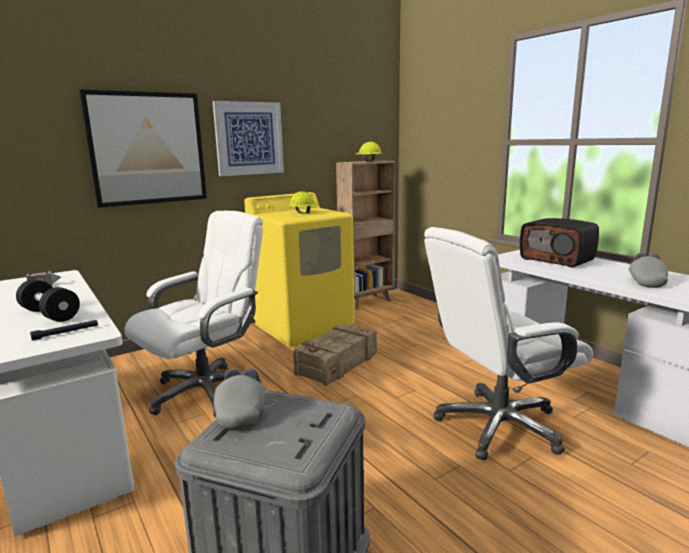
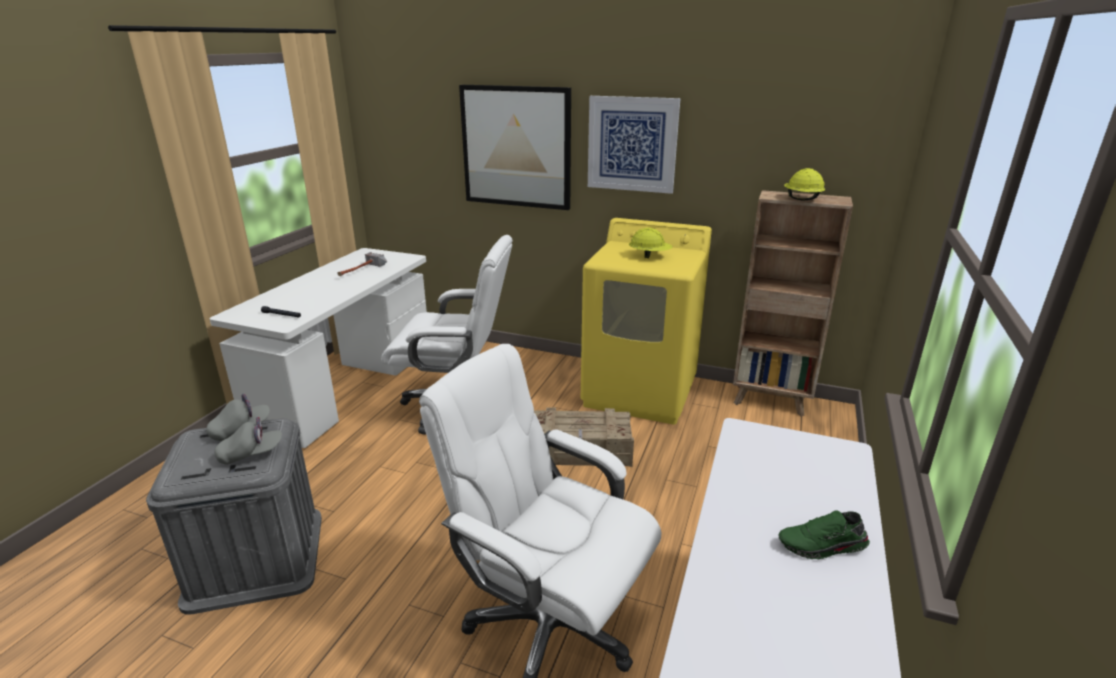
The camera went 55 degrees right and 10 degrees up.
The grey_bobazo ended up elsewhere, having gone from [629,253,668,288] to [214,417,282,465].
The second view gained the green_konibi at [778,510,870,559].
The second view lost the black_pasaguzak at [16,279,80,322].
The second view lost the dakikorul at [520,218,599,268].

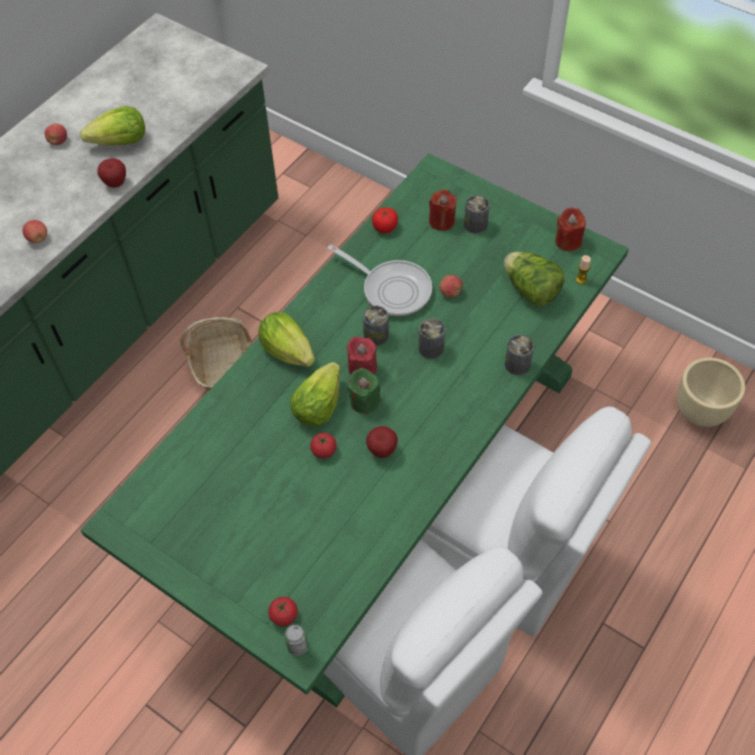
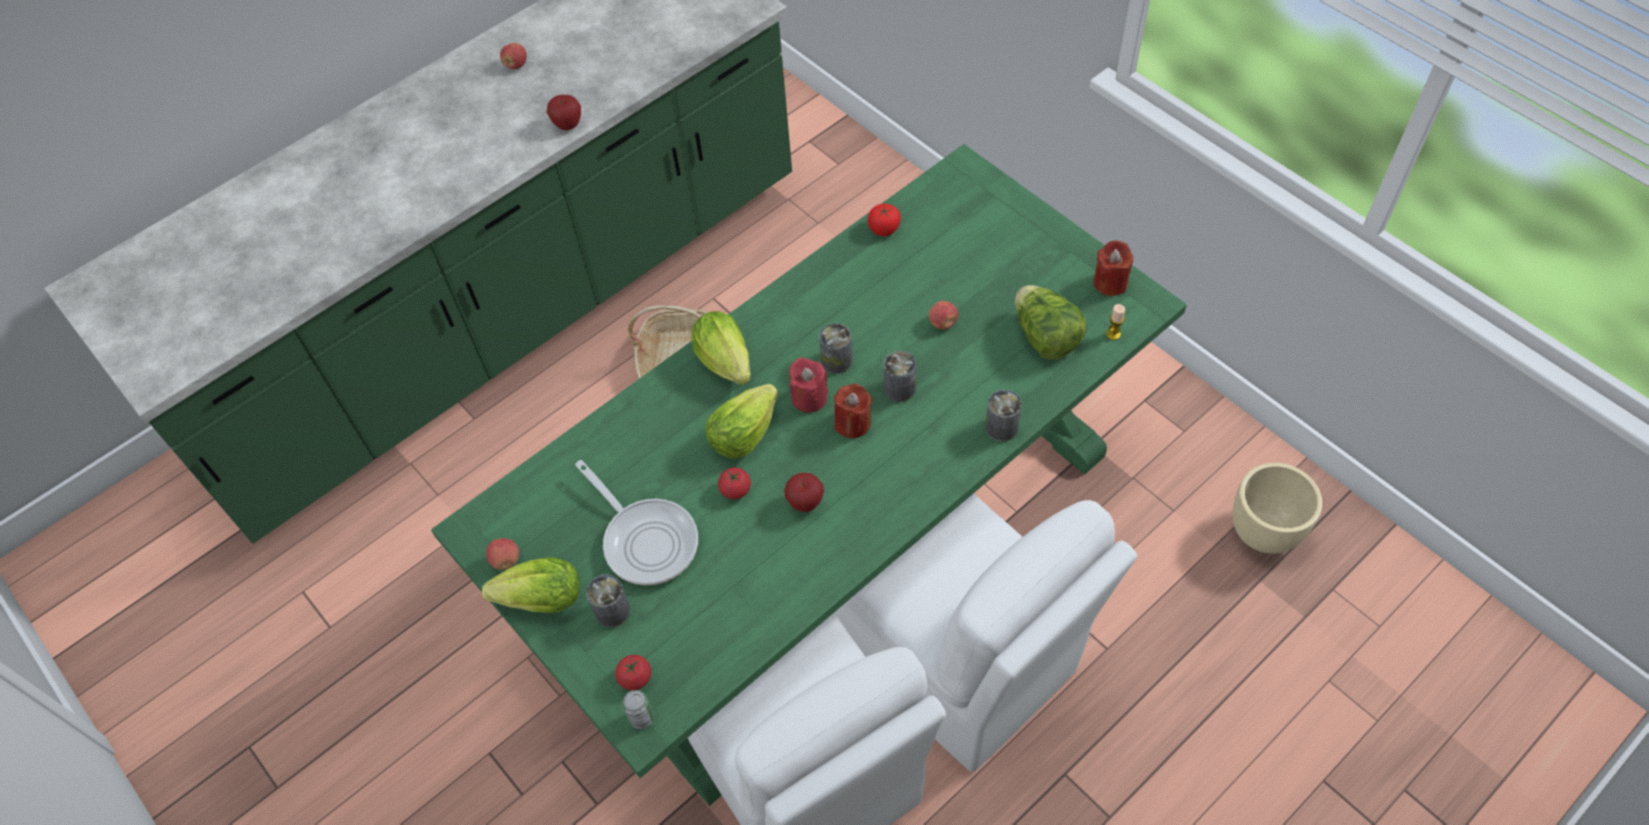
The camera went 15 degrees right and 0 degrees up.
The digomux ended up elsewhere, having gone from [81,106,145,145] to [482,557,579,613].
The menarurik ended up elsewhere, having gone from [23,220,47,243] to [486,538,519,570].
The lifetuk ended up elsewhere, having gone from [328,245,432,316] to [575,460,698,585].
The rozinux ended up elsewhere, having gone from [464,195,490,234] to [586,574,630,627].
The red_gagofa ended up elsewhere, having gone from [429,189,457,231] to [834,384,872,438].
The second view lost the green_gagofa at [347,368,381,414].

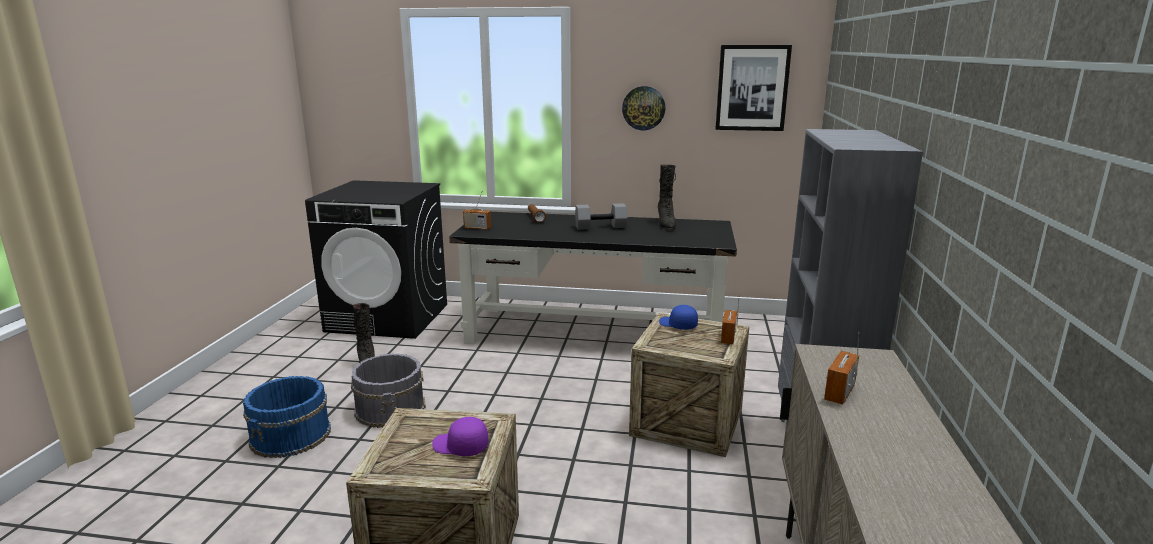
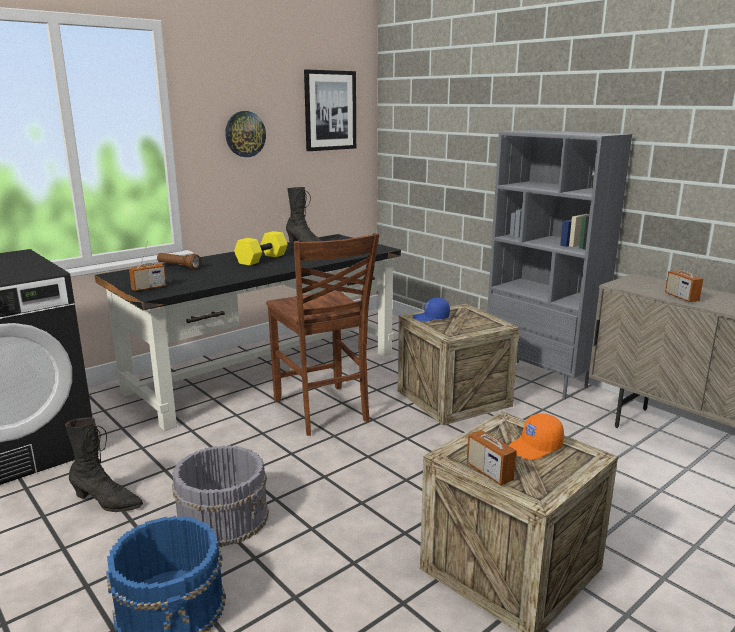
The camera went 50 degrees left and 0 degrees up.
What was the grey_pasaguzak at [575,203,628,230] turned into the yellow_pasaguzak at [234,231,288,265].
The second view gained the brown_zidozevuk at [266,233,379,436].
The dakikorul ended up elsewhere, having gone from [720,295,740,344] to [467,408,516,485].
What was the purple_bobazo at [432,417,488,456] turned into the orange_bobazo at [508,413,564,460].

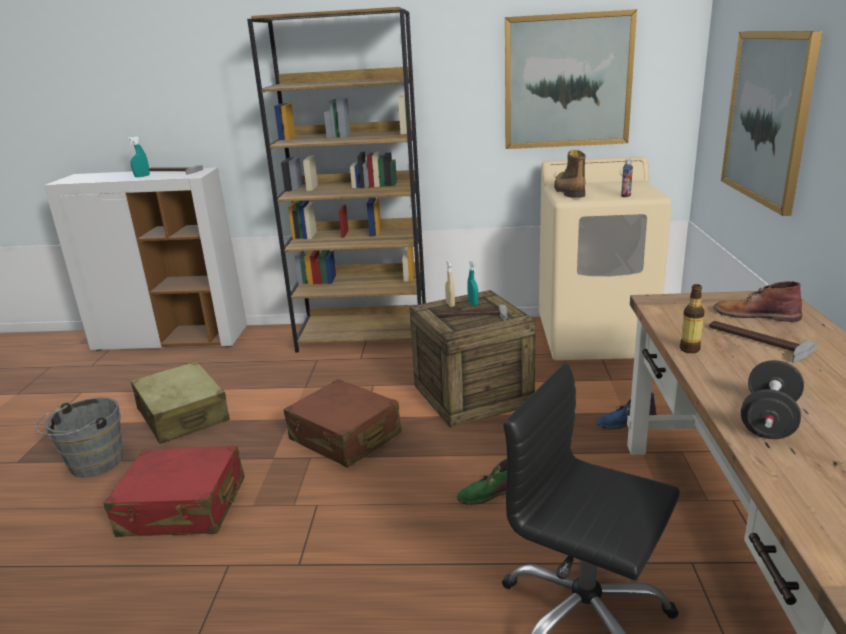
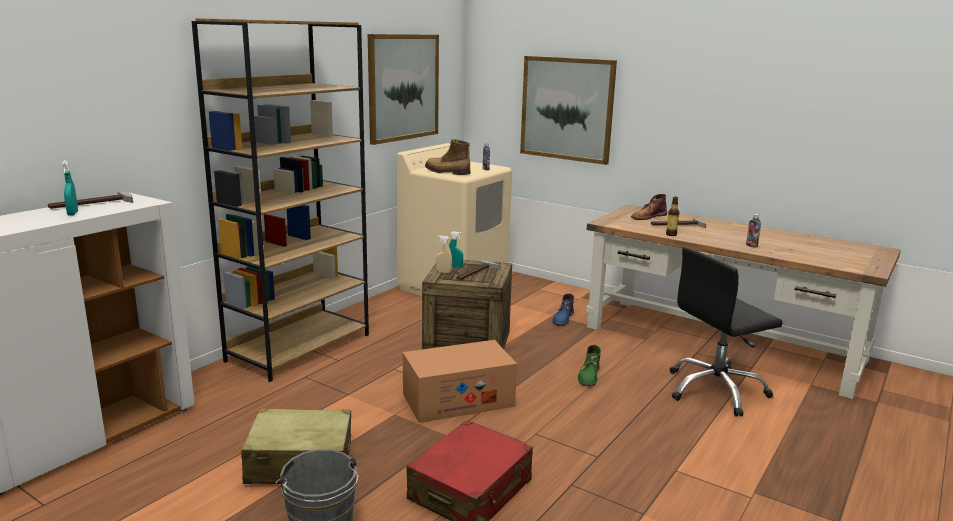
The camera went 60 degrees left and 5 degrees down.
Where the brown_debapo stood at [284,379,402,468], the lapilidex came to stand at [403,340,517,423].
Where the black_pasaguzak stood at [741,360,804,439], the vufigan came to stand at [746,214,761,248].

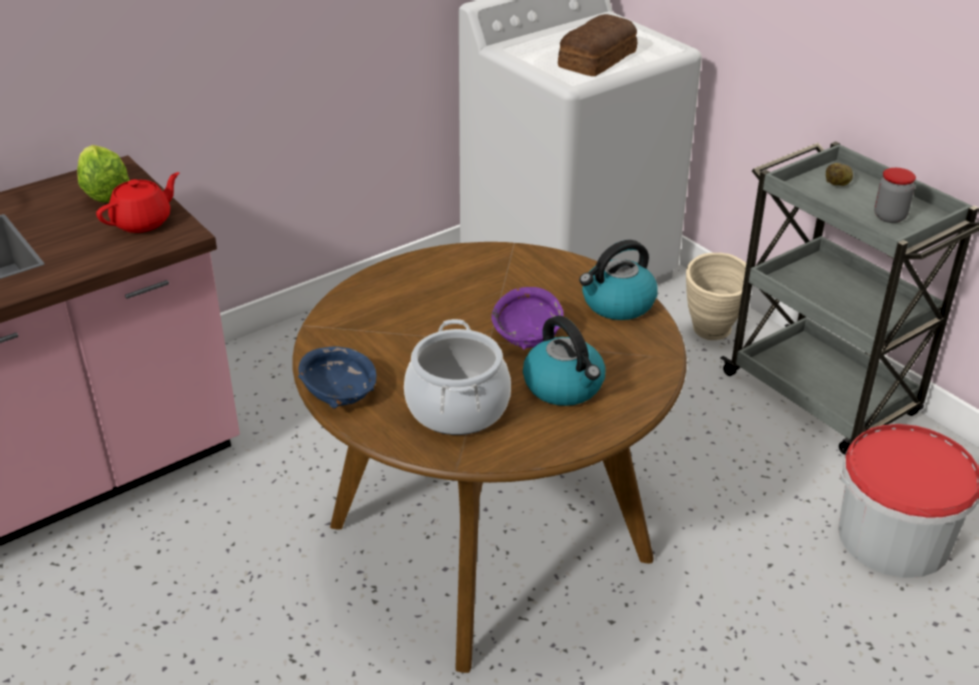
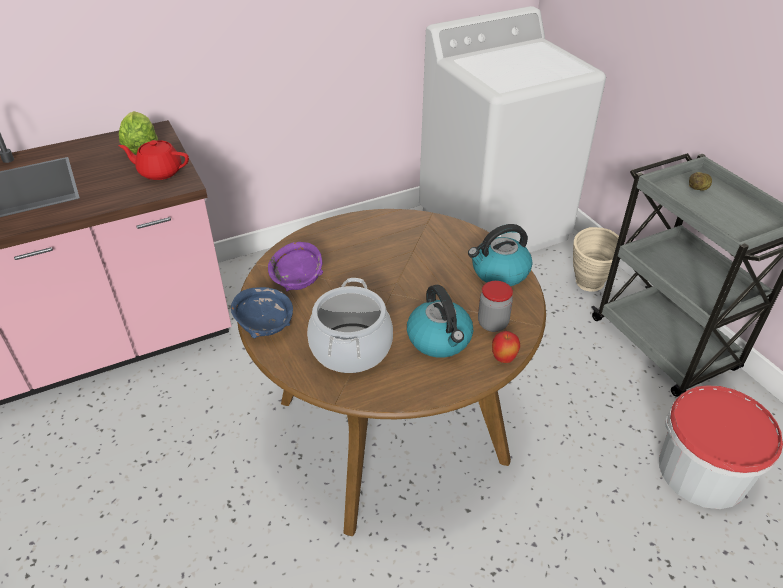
The camera went 10 degrees right and 5 degrees up.
The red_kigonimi at [96,172,179,233] ended up facing another way, 135 degrees counterclockwise from before.
The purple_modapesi ended up elsewhere, having gone from [491,287,564,350] to [268,242,323,291].
The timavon ended up elsewhere, having gone from [874,168,916,223] to [478,281,513,332].
The second view gained the menarurik at [492,331,520,363].
The second view lost the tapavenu at [558,14,637,76].

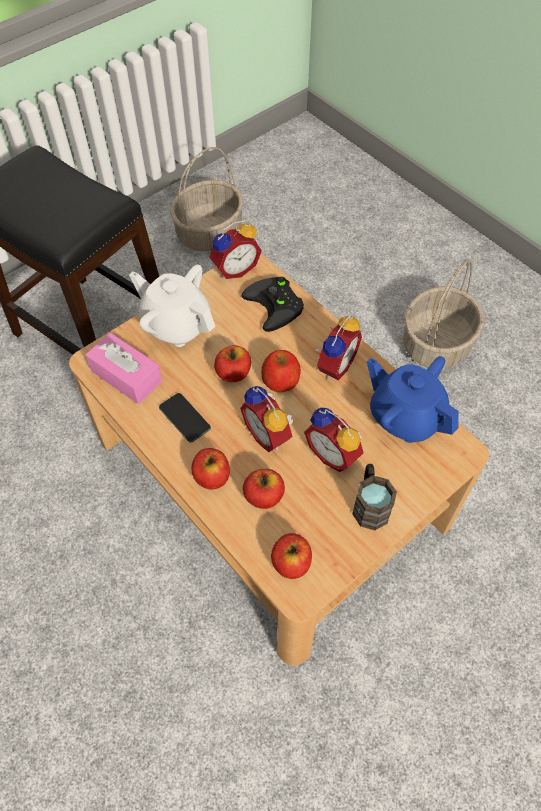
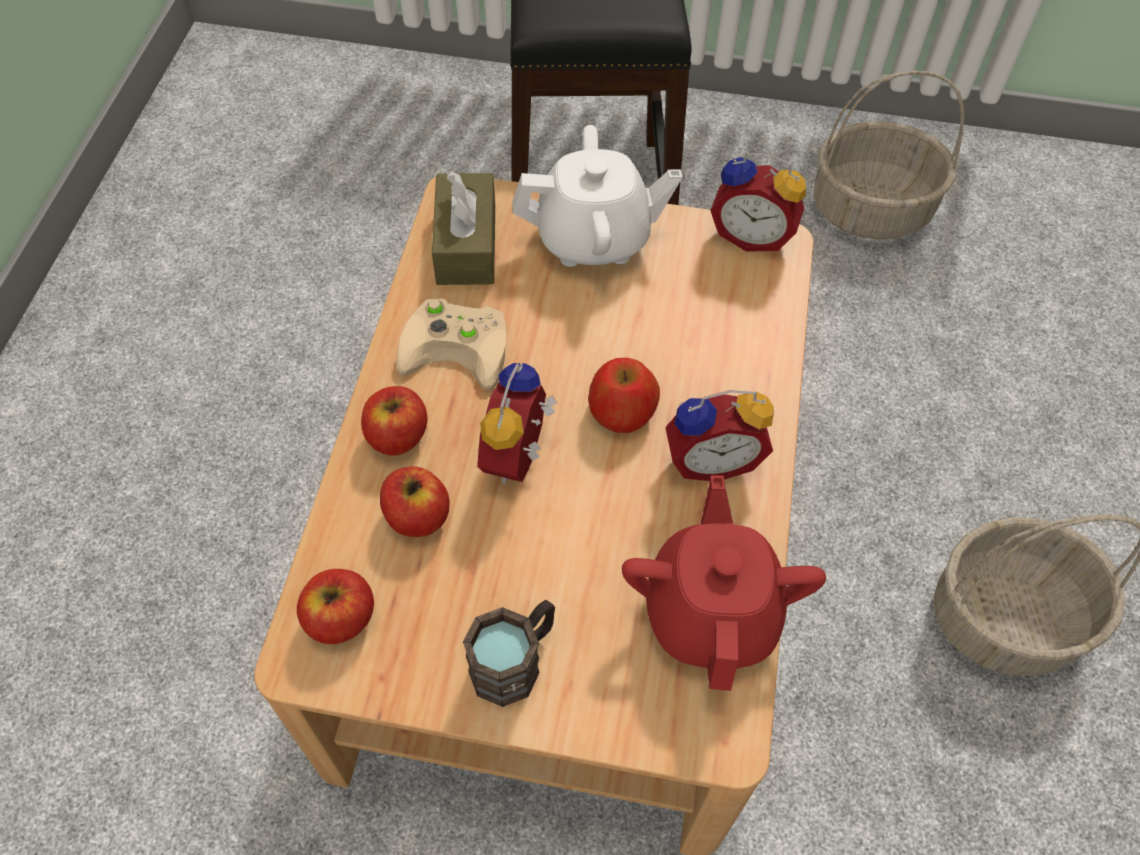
The camera went 50 degrees right and 0 degrees up.
Where the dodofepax stood at [159,393,211,443], the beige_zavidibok came to stand at [396,299,507,390].
What was the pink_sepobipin at [85,333,162,404] turned into the brown_sepobipin at [432,171,495,285].
The white_kigonimi at [129,264,215,347] ended up facing another way, 90 degrees clockwise from before.
What was the blue_kigonimi at [367,356,459,443] turned into the red_kigonimi at [622,475,826,691].
The second view lost the menarurik at [214,345,251,382].
The second view lost the black_zavidibok at [242,277,304,332].
The second view lost the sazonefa at [304,408,364,472].

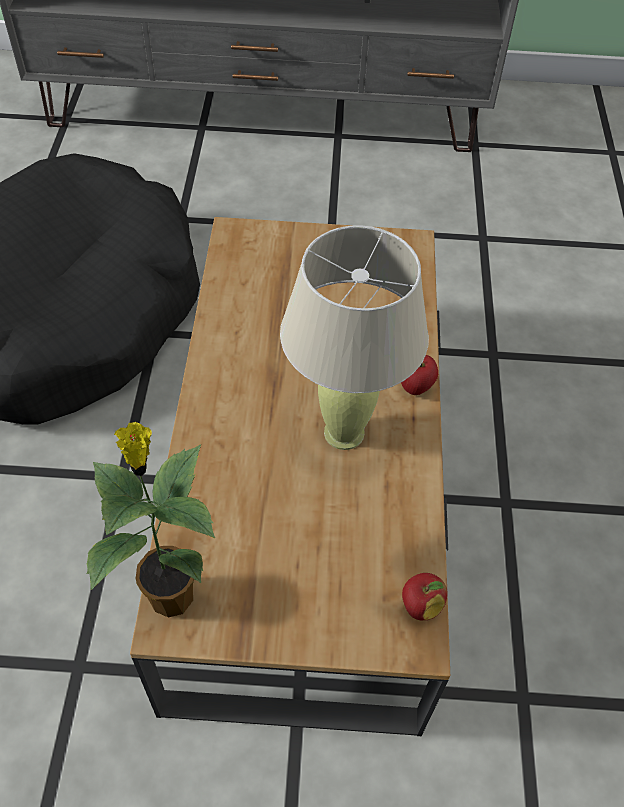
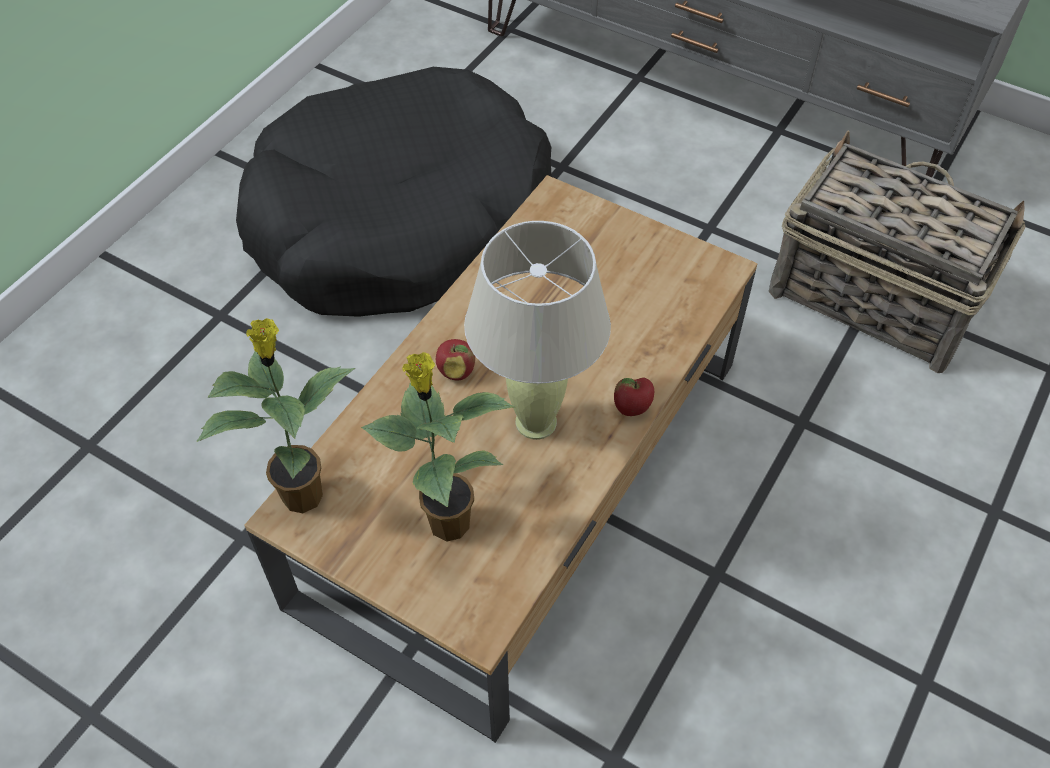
The camera went 30 degrees right and 0 degrees up.
The second view gained the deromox at [361,352,515,542].
The menarurik ended up elsewhere, having gone from [402,573,448,621] to [436,339,475,381].
The second view gained the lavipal at [769,131,1026,373].

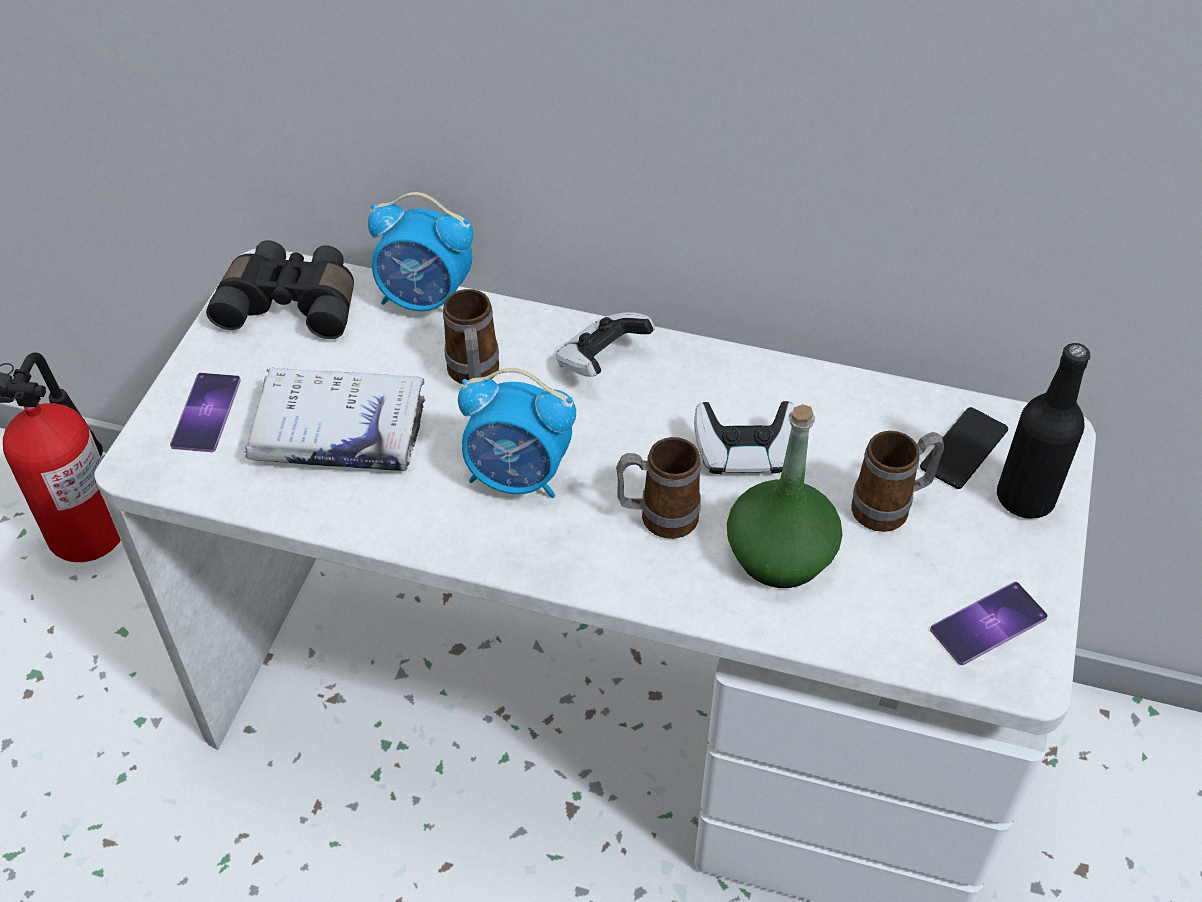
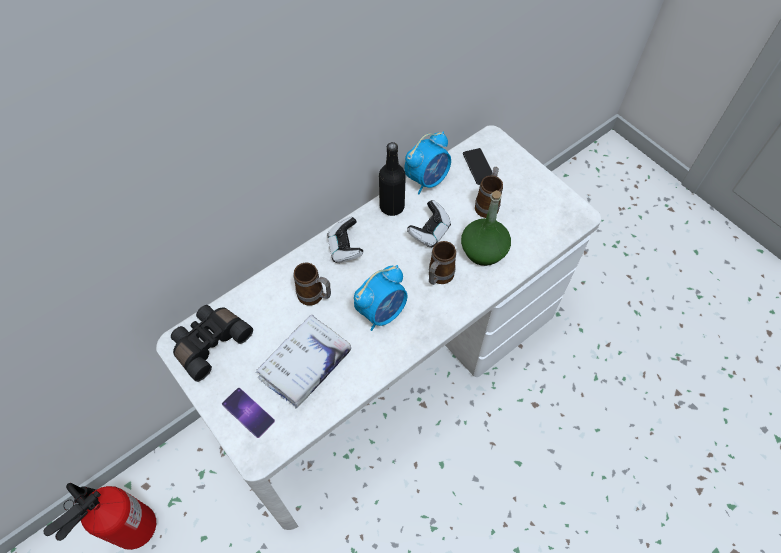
The camera went 55 degrees left and 10 degrees up.
The black_vufigan ended up elsewhere, having gone from [997,343,1090,518] to [379,142,406,216].
The sazonefa ended up elsewhere, having gone from [368,192,474,311] to [404,131,451,194].
The second view lost the dodofepax at [930,582,1047,665].

